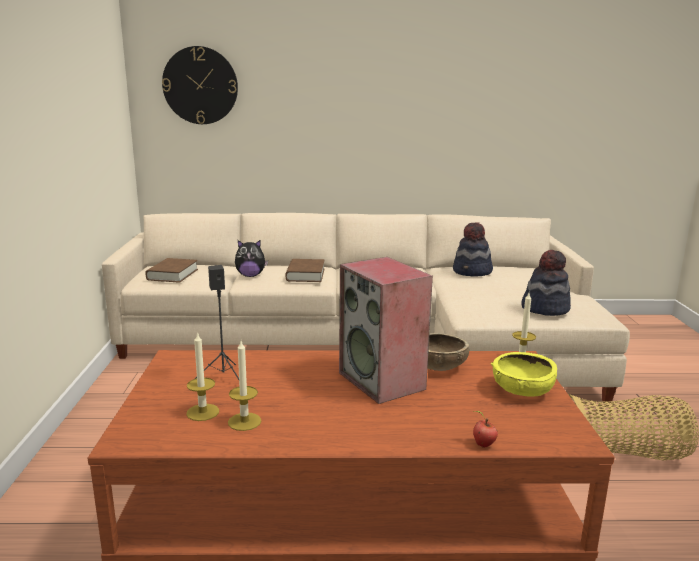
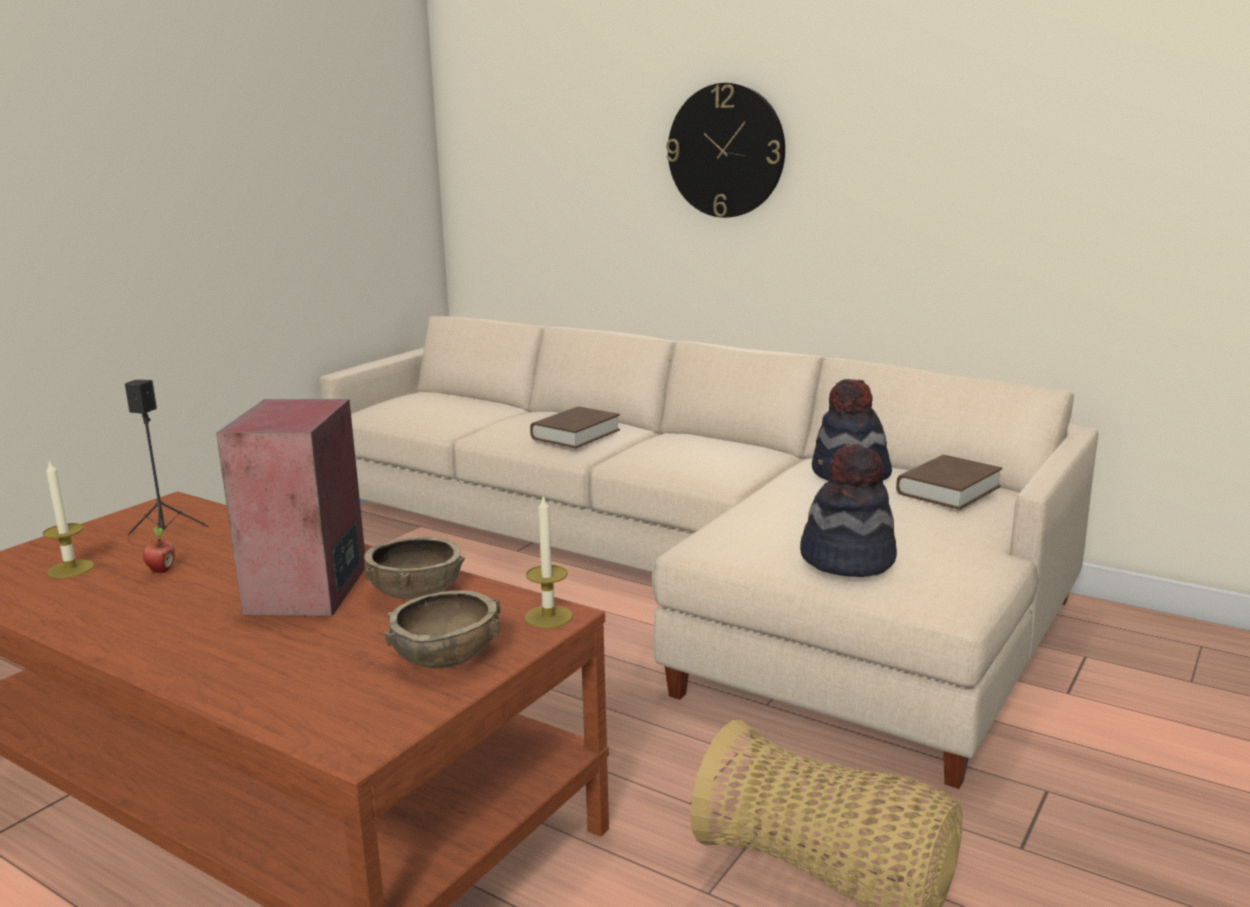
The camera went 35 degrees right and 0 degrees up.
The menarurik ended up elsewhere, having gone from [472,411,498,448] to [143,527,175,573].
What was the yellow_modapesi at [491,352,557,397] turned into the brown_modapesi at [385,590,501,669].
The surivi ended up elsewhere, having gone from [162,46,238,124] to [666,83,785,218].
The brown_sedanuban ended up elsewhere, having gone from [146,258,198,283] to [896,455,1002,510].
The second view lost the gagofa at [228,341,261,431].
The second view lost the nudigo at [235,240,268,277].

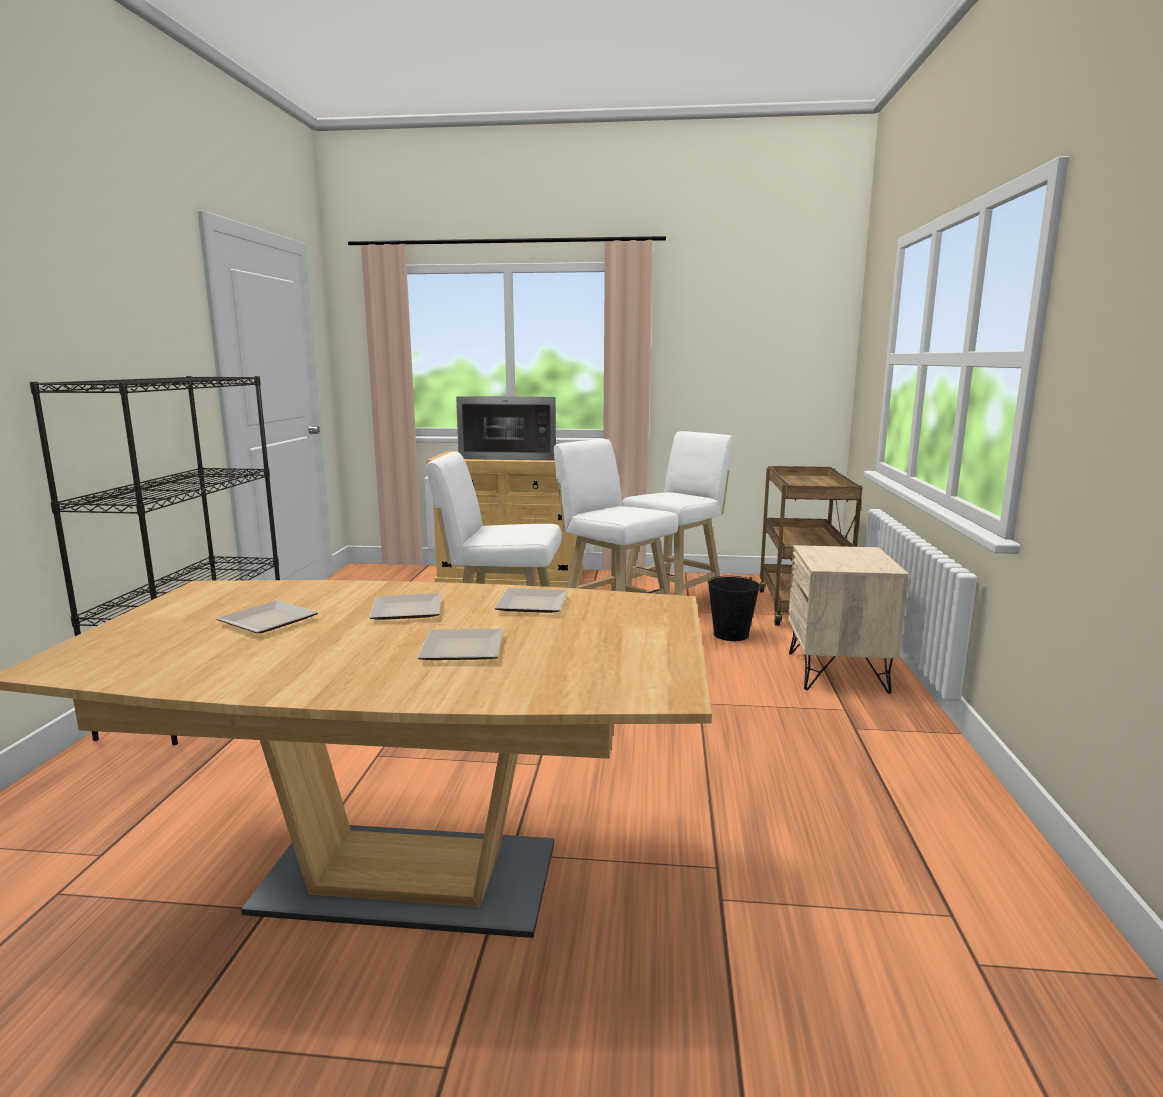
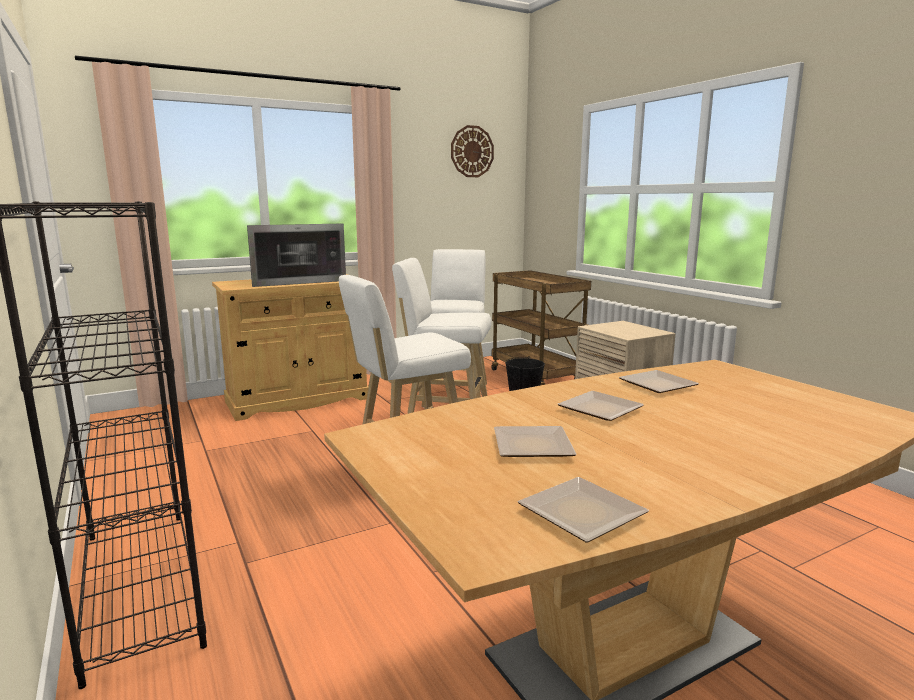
The camera went 35 degrees left and 0 degrees up.
The second view gained the surivi at [451,125,494,177].
The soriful ended up elsewhere, having gone from [417,629,503,660] to [518,477,649,543].

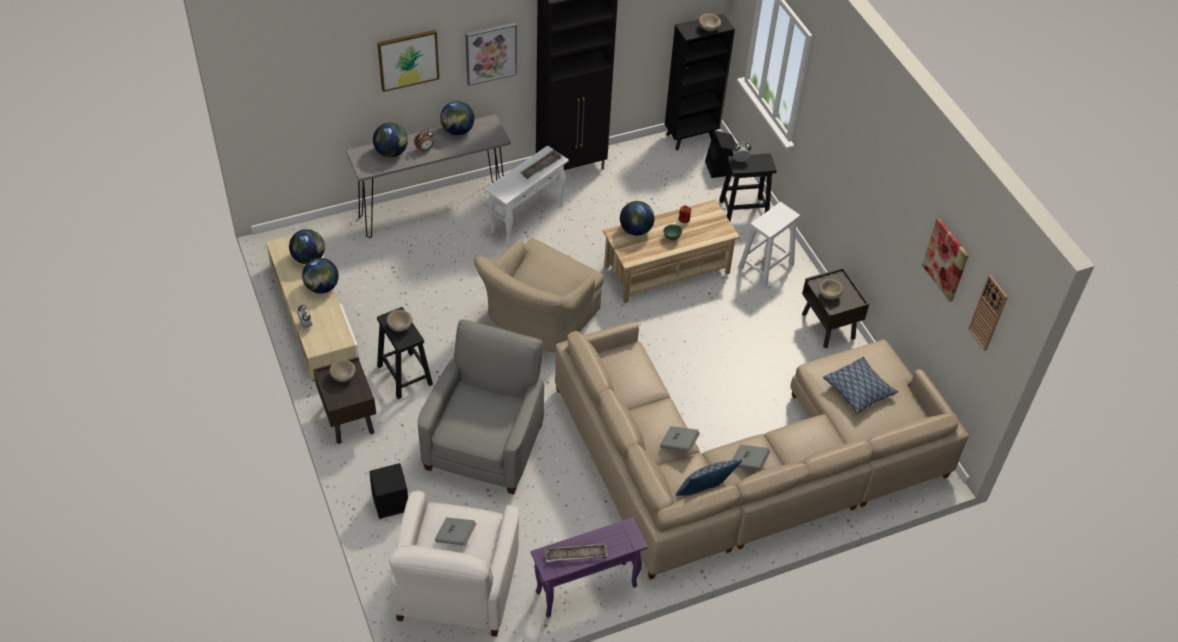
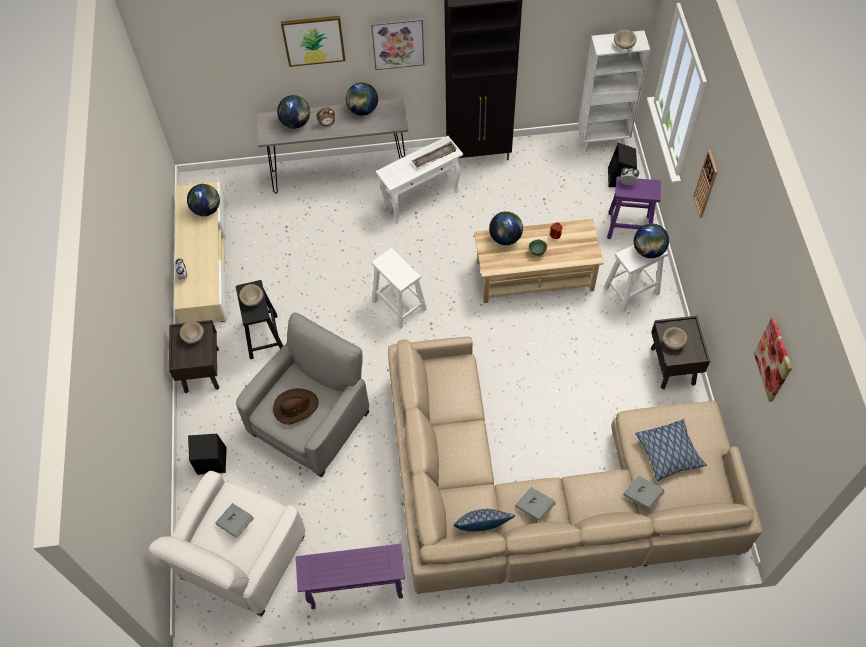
The camera went 20 degrees right and 10 degrees up.
The second view gained the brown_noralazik at [273,388,319,425].
Where the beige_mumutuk stood at [474,238,604,353], the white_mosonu came to stand at [372,248,427,329].
What was the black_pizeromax at [665,14,735,150] turned into the white_pizeromax at [578,30,650,152].
What was the black_mosonu at [719,153,776,221] turned into the purple_mosonu at [607,177,661,239].
The grey_sedanuban ended up elsewhere, having gone from [660,426,700,452] to [623,476,665,510].
The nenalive ended up elsewhere, having gone from [302,258,339,294] to [634,223,669,258].
The surivi ended up elsewhere, having gone from [968,275,1008,351] to [693,150,717,218].
The second view lost the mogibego at [545,543,608,562].

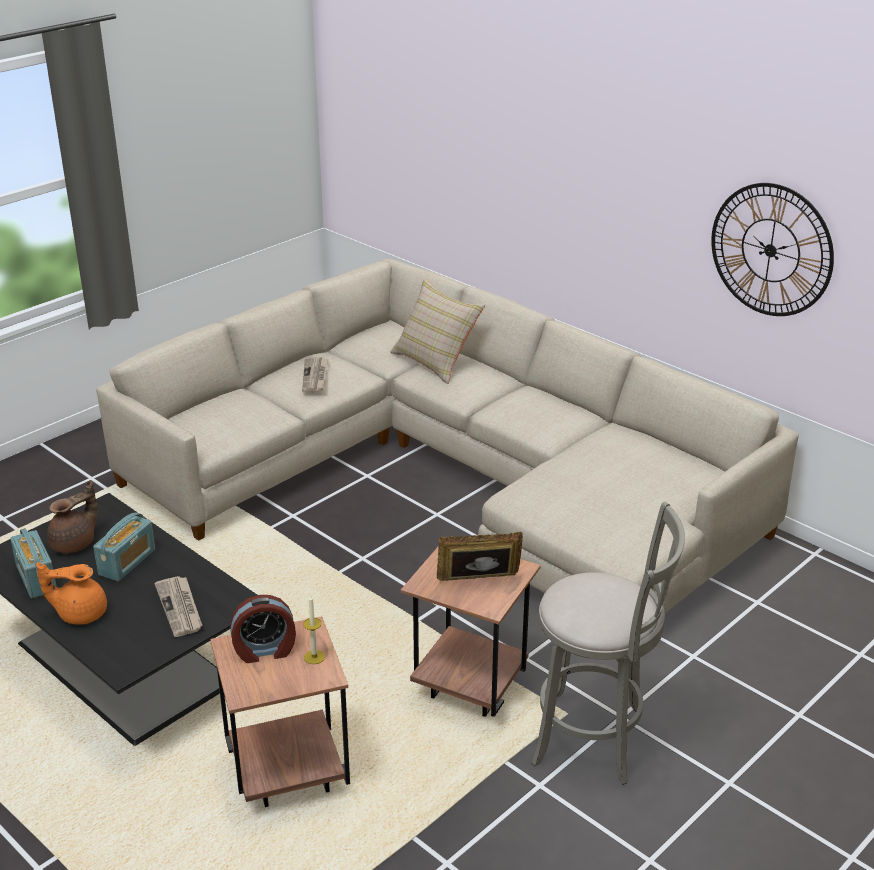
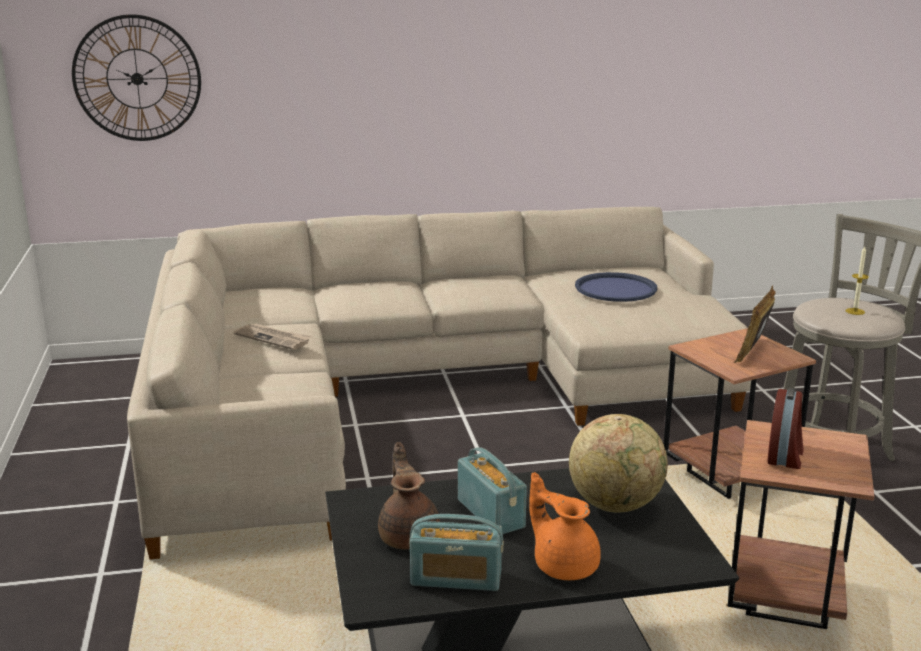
The camera went 55 degrees left and 10 degrees down.
The surivi ended up elsewhere, having gone from [711,183,834,316] to [72,14,201,141].
The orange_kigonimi at [36,562,107,624] ended up facing another way, 105 degrees clockwise from before.
Where the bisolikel stood at [154,576,203,637], the nenalive came to stand at [569,414,668,513].
The second view gained the blue_mogibego at [575,272,657,302].
The gagofa ended up elsewhere, having gone from [303,594,325,664] to [846,246,869,315].
The second view lost the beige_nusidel at [390,278,485,384].

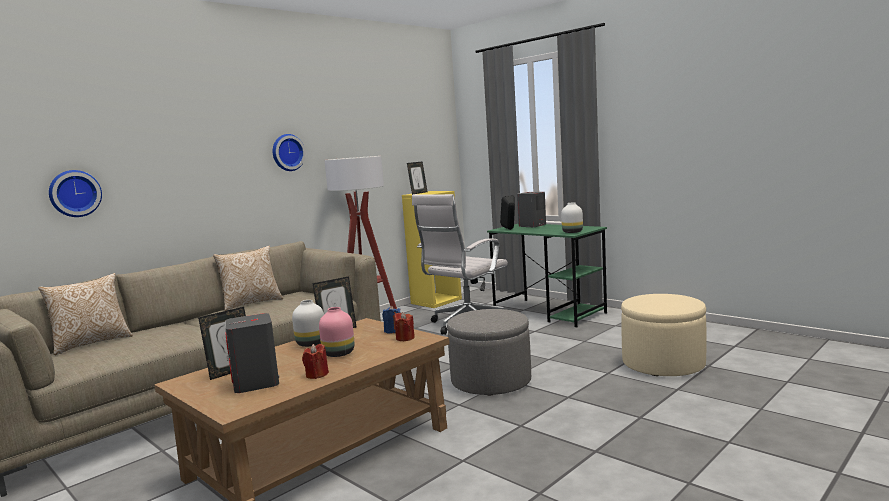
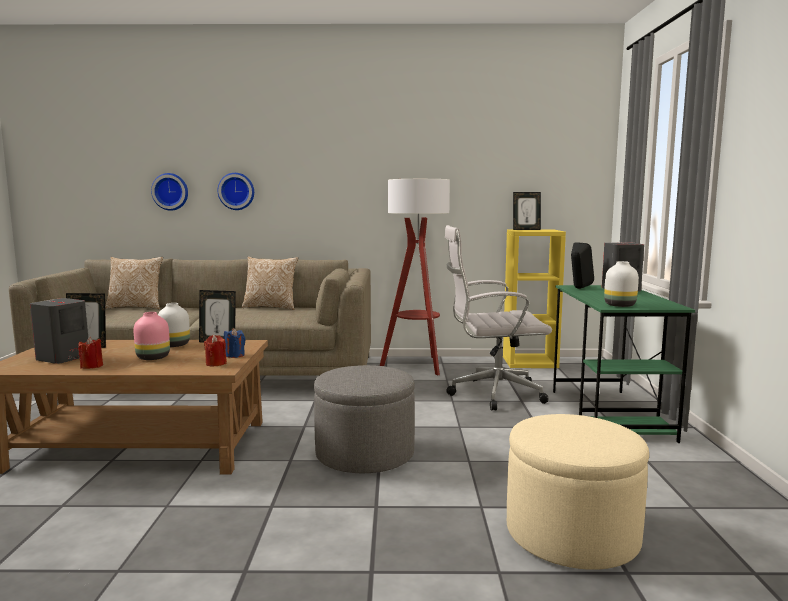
The camera went 45 degrees right and 0 degrees up.
The surivi ended up elsewhere, having gone from [273,134,306,171] to [218,173,254,210].

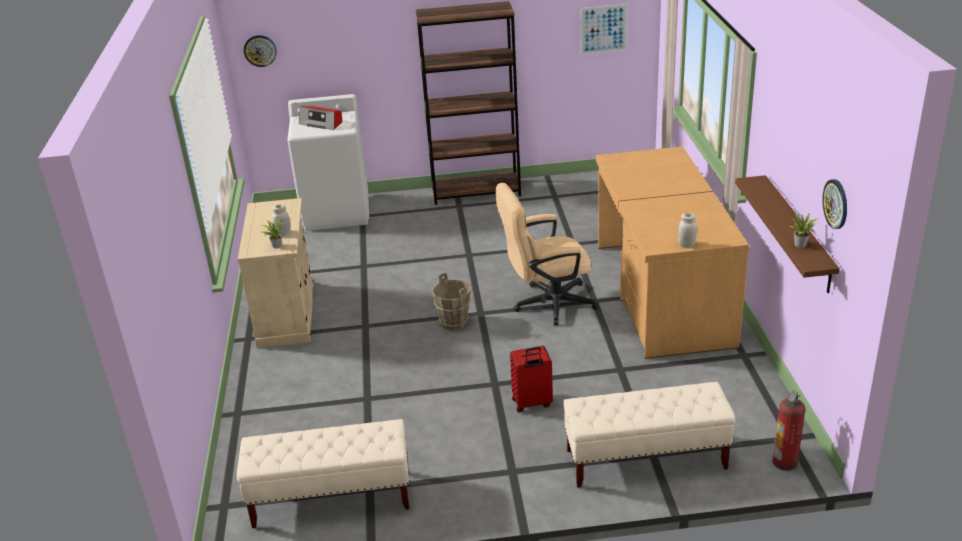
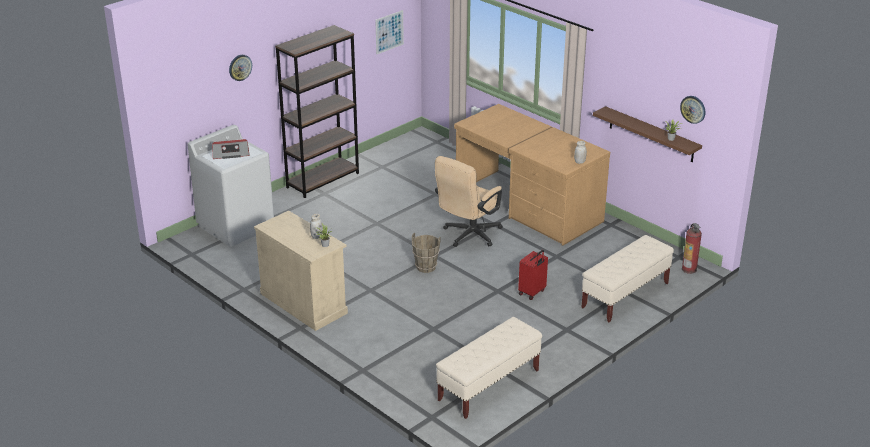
The camera went 40 degrees left and 0 degrees up.
The surivi ended up elsewhere, having gone from [244,35,277,67] to [229,55,252,81].

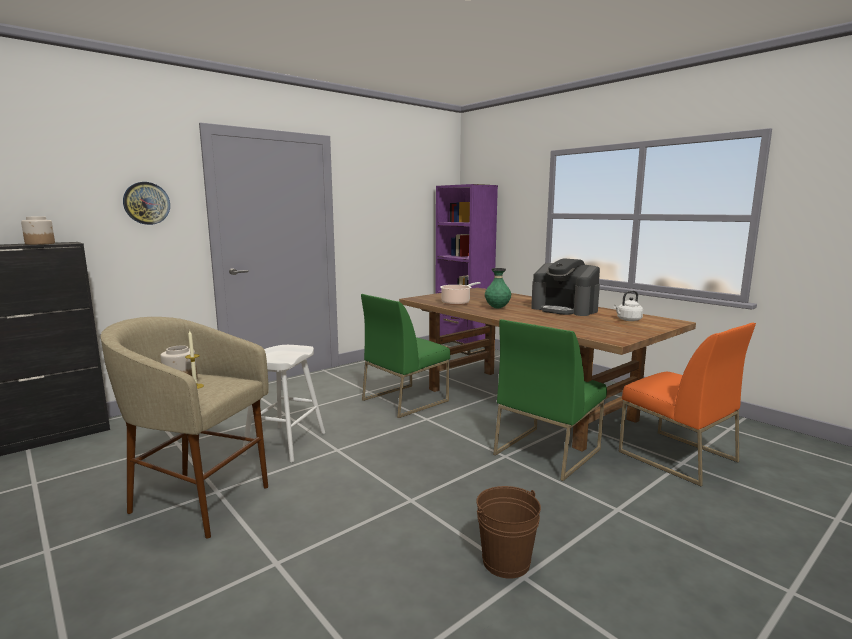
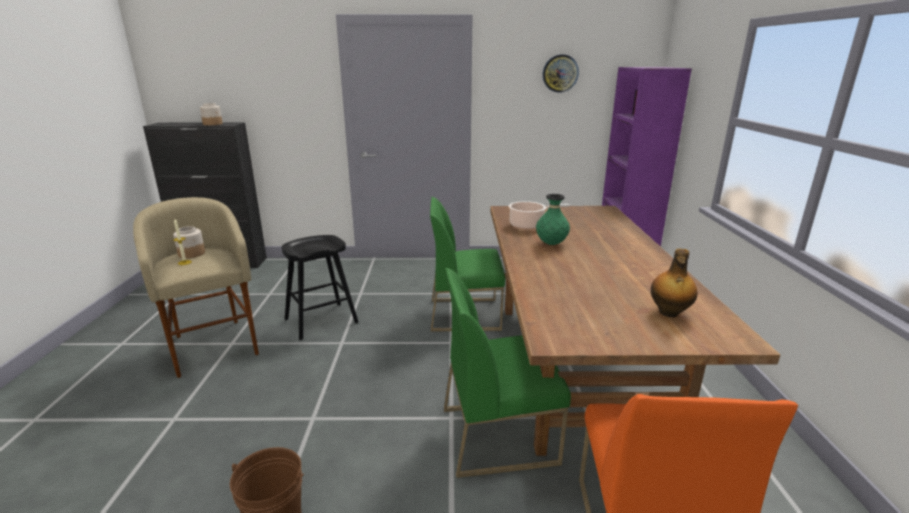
The camera went 40 degrees right and 10 degrees up.
What was the white_mosonu at [242,345,325,462] turned into the black_mosonu at [282,235,358,340].
The surivi ended up elsewhere, having gone from [123,182,170,225] to [543,54,579,93].
Where the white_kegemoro stood at [614,291,643,321], the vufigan came to stand at [651,249,698,317].
The second view lost the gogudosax at [531,259,600,316].

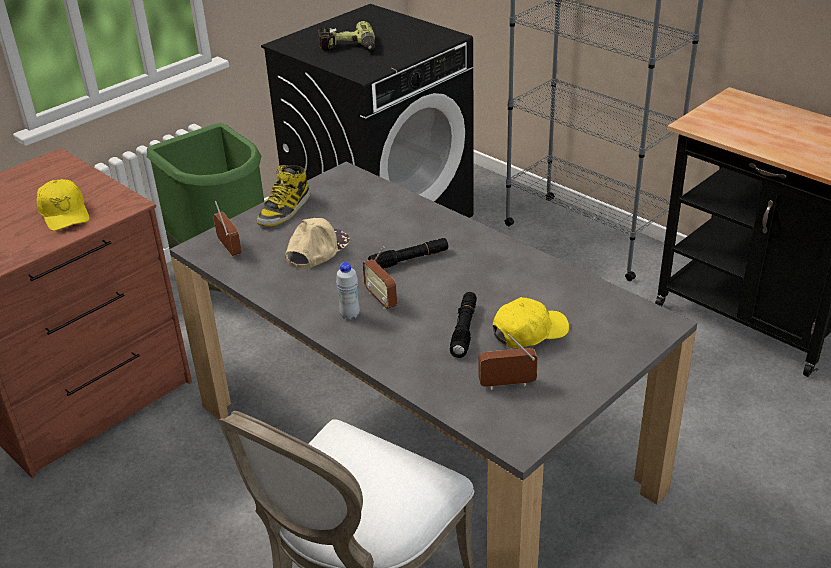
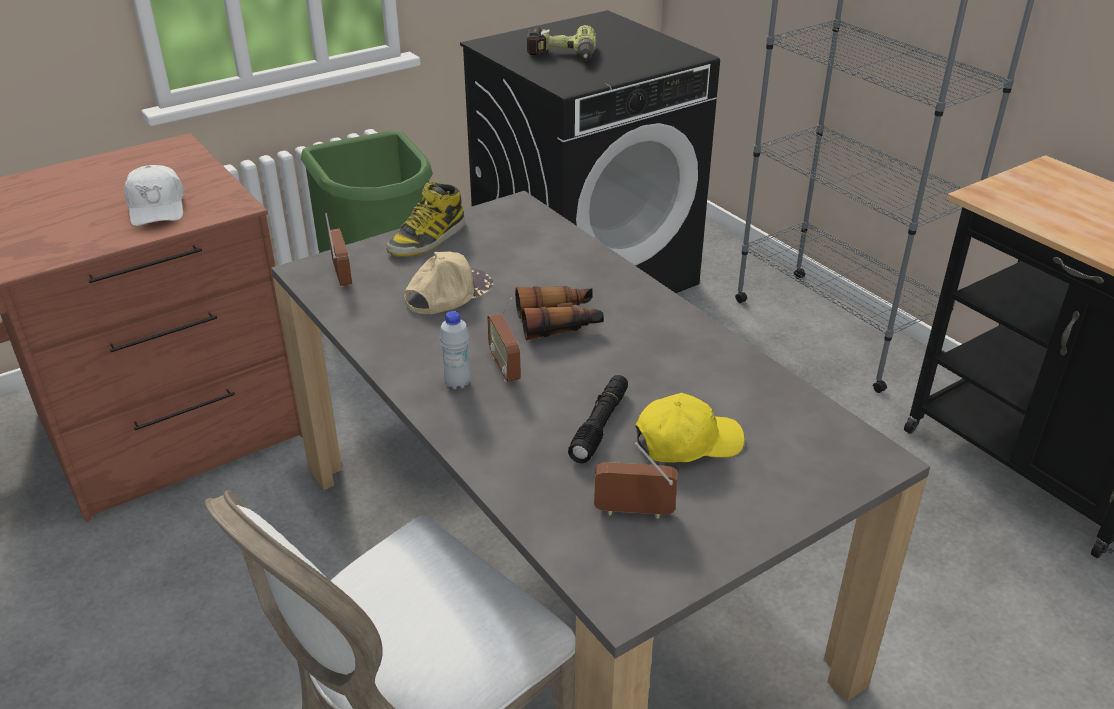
The camera went 10 degrees right and 0 degrees up.
What was the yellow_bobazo at [37,179,90,231] turned into the white_bobazo at [124,165,184,226].
Where the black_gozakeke stood at [368,238,448,269], the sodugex came to stand at [515,286,604,340].

